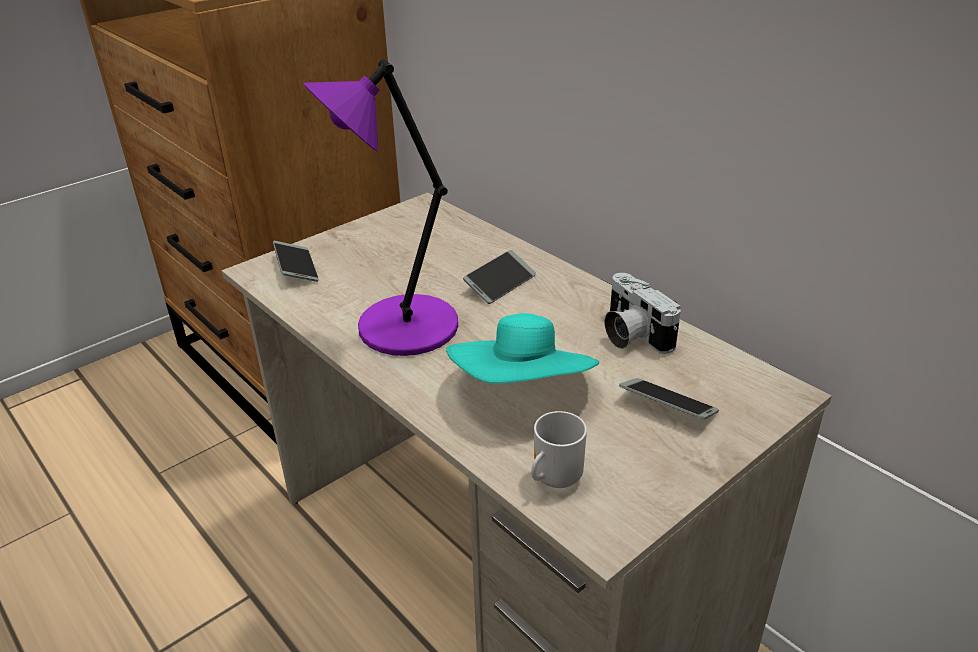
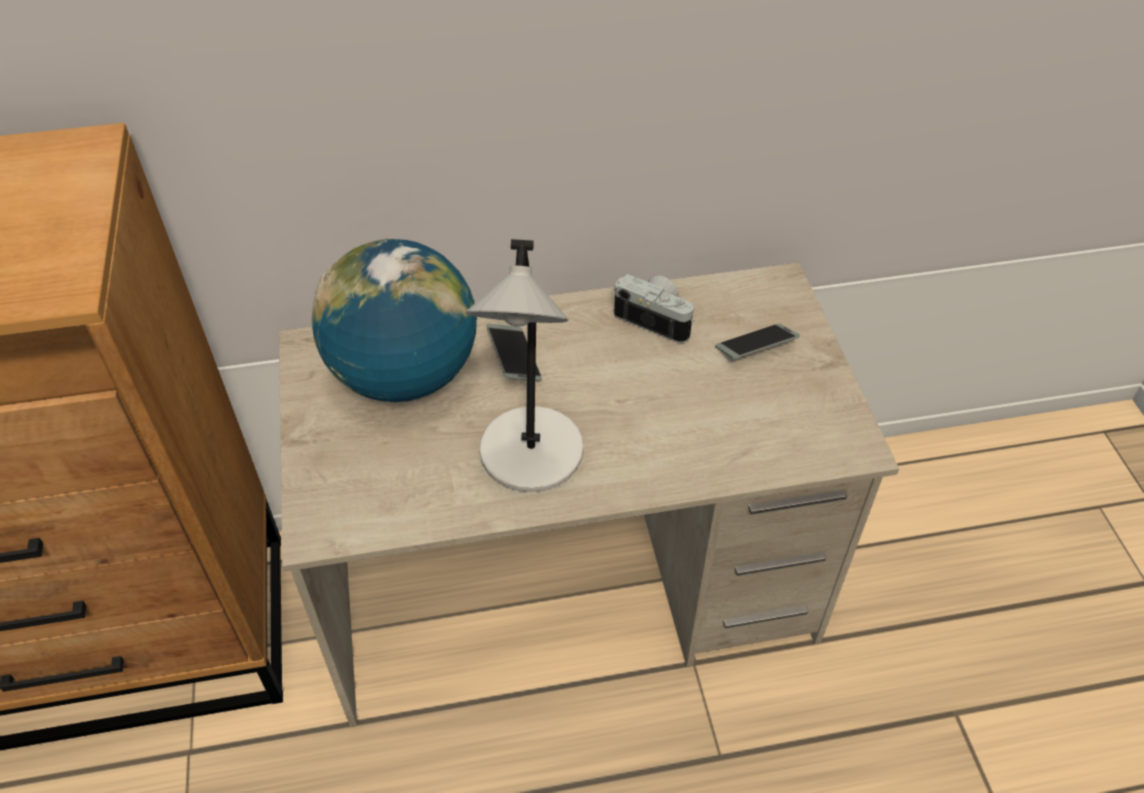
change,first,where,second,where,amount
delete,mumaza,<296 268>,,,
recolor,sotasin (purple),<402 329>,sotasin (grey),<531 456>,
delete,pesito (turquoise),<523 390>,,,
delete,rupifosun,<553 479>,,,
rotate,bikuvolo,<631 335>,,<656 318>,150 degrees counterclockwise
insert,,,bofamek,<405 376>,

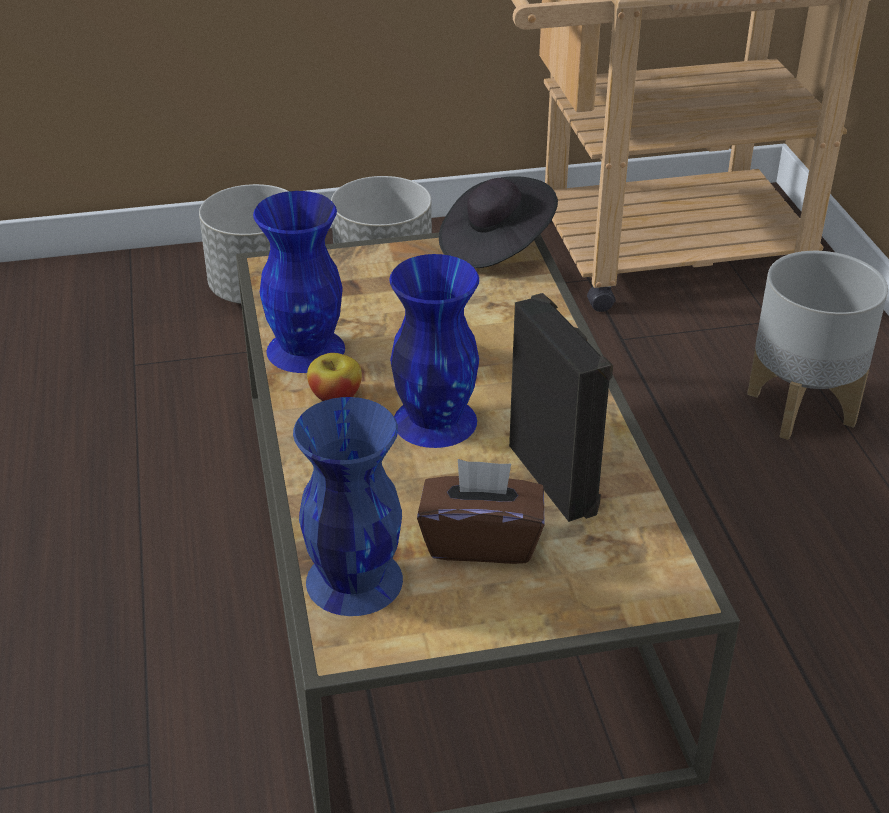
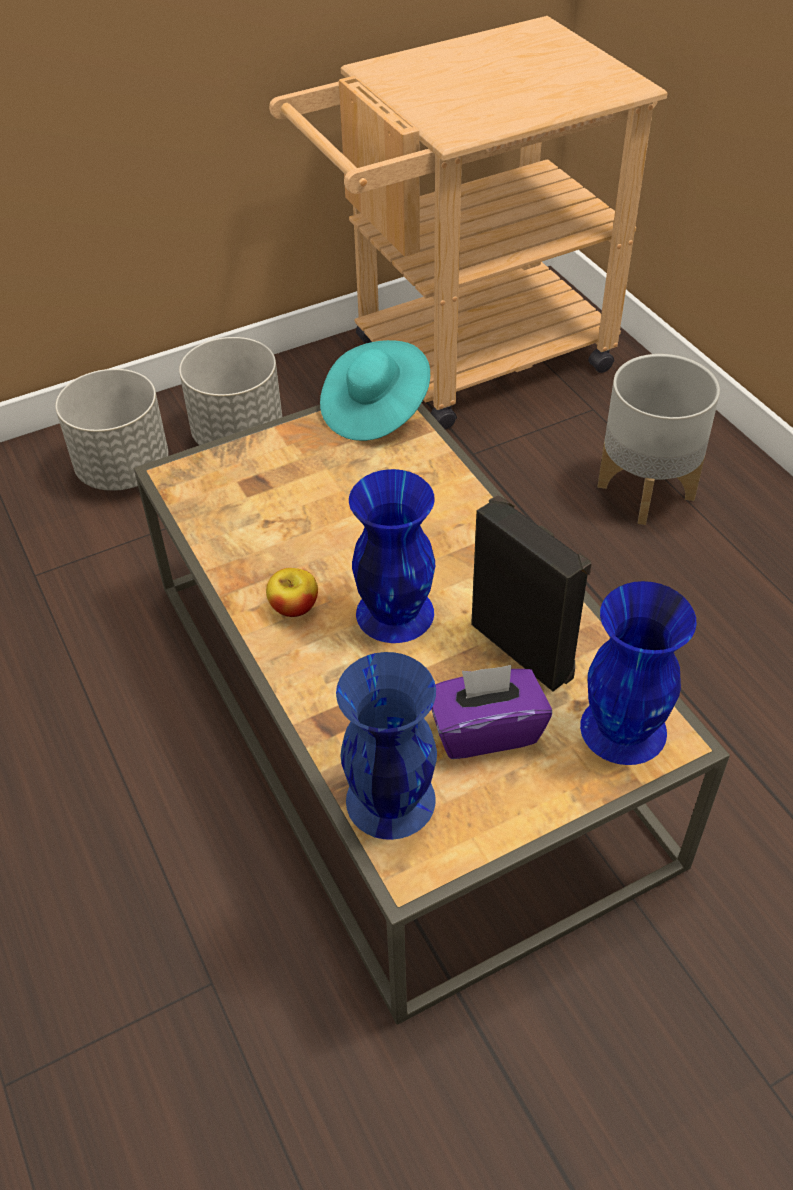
change,first,where,second,where,amount
move,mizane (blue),<306 350>,,<625 729>,
recolor,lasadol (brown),<481 541>,lasadol (purple),<485 730>,
recolor,pesito (black),<495 246>,pesito (turquoise),<375 411>,

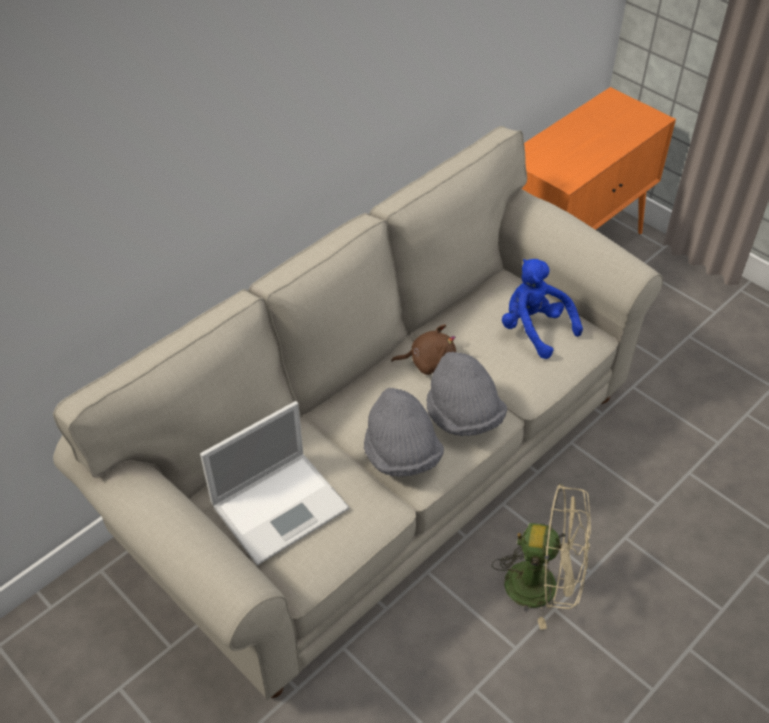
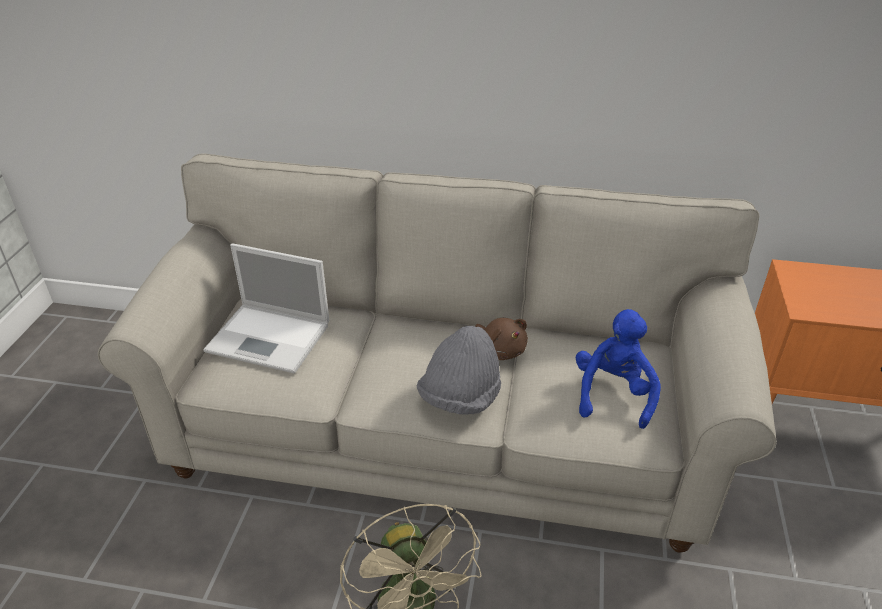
change,first,where,second,where,amount
delete,pesito (grey),<401 454>,,,

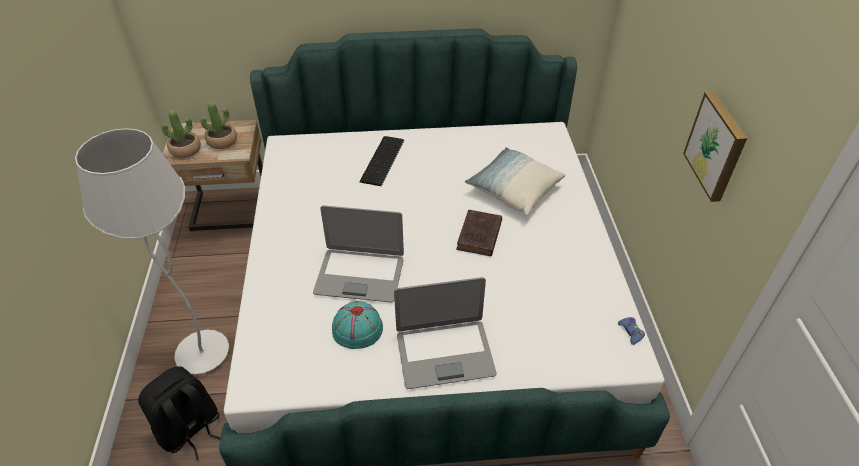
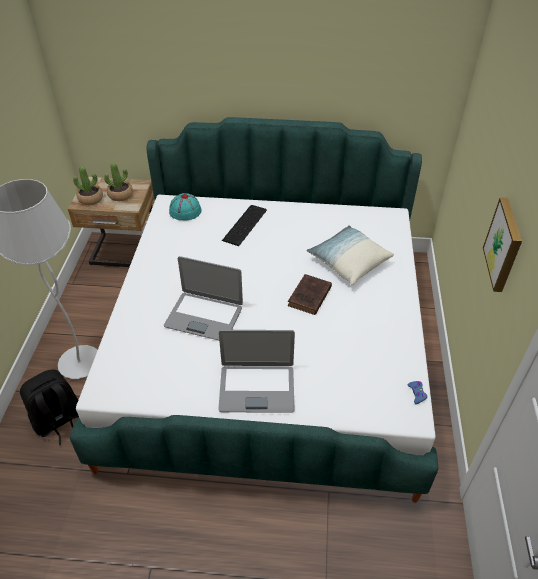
change,first,where,second,where,amount
move,pesito (turquoise),<357 329>,,<185 211>,

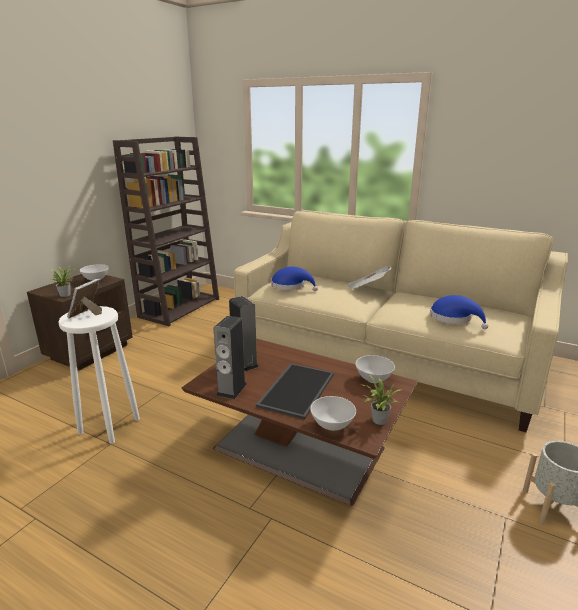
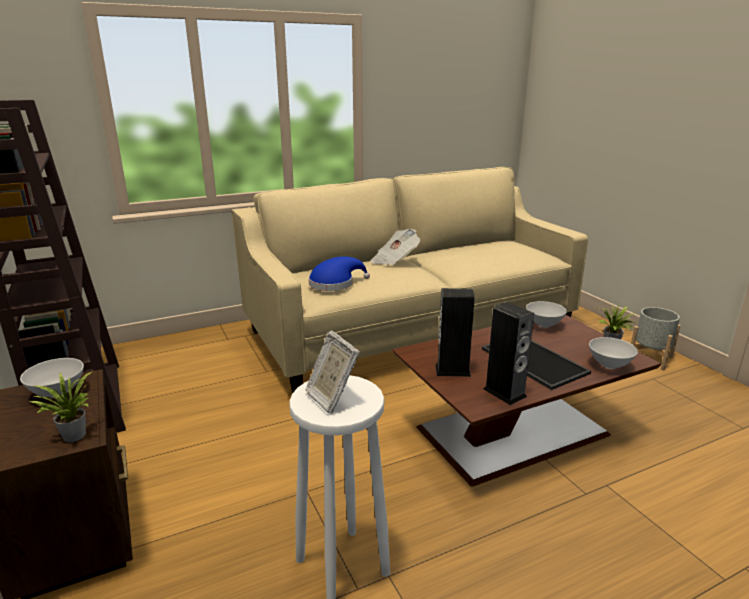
change,first,where,second,where,amount
delete,pesito (blue),<453 318>,,,

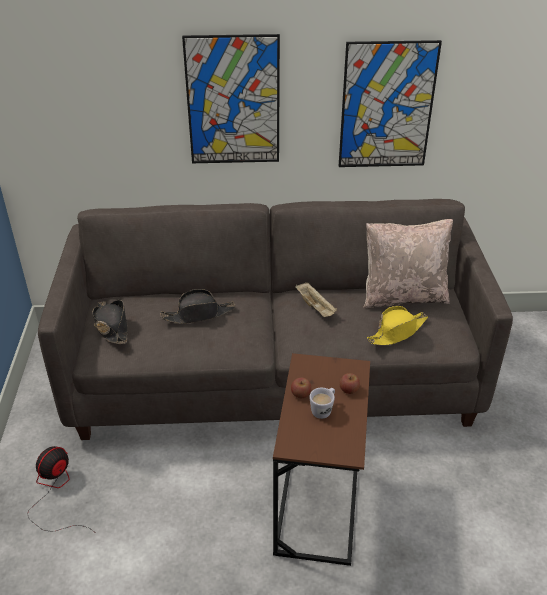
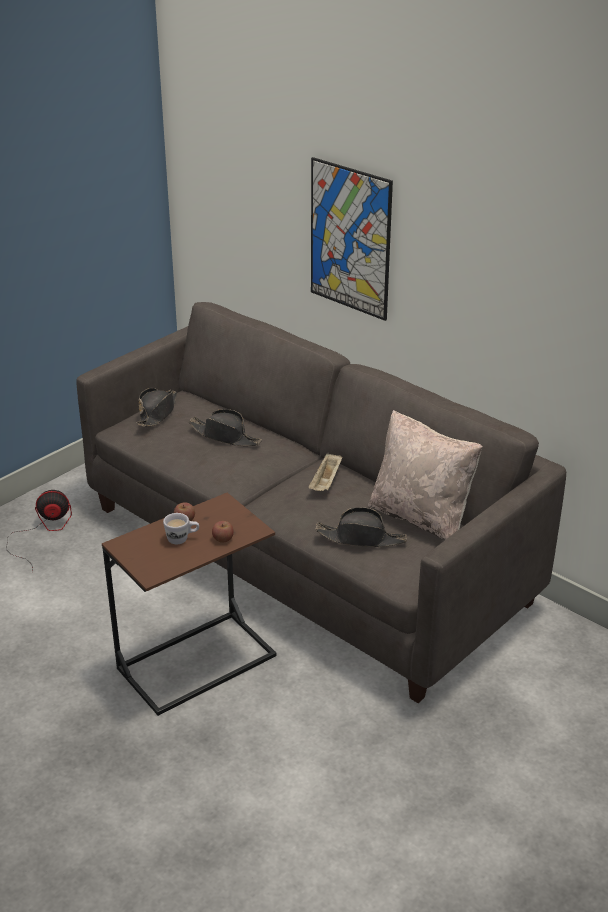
change,first,where,second,where,amount
delete,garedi,<387 106>,,,
recolor,pesito (yellow),<397 332>,pesito (black),<361 538>,

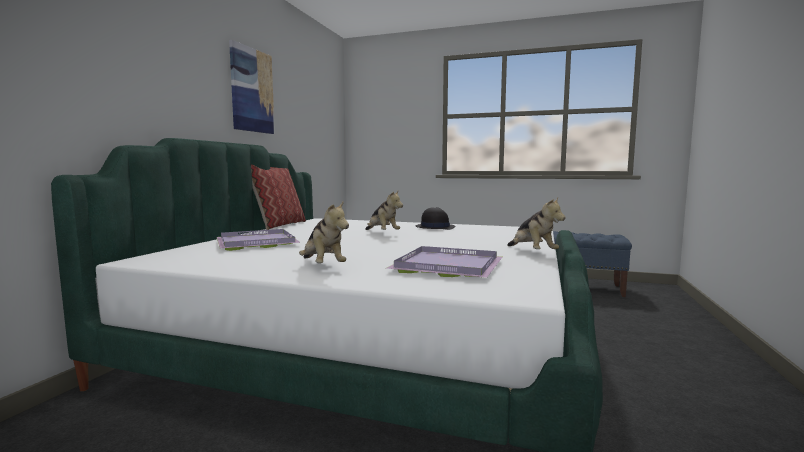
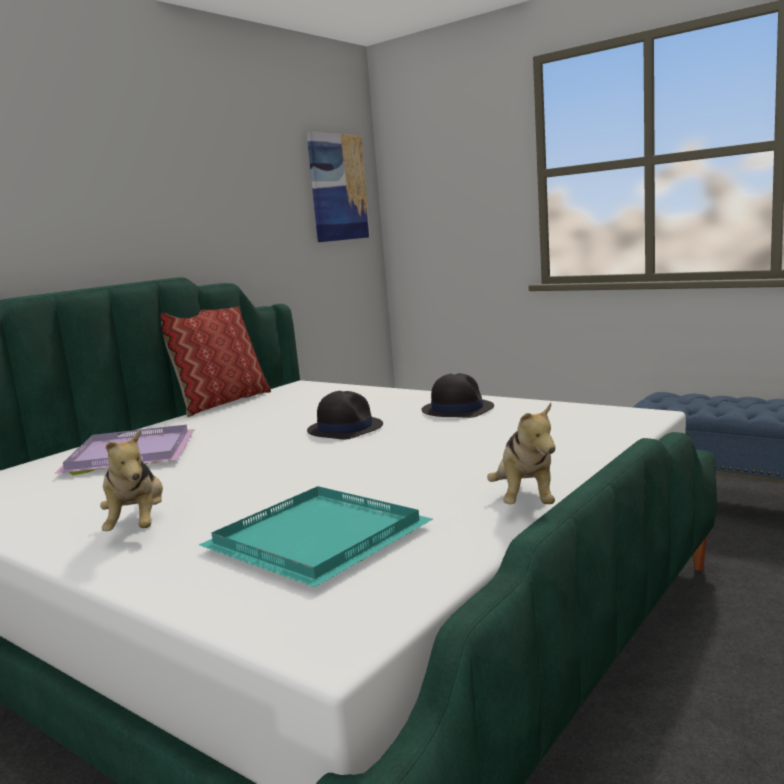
change,first,where,second,where,amount
move,garedi,<252 90>,,<338 187>,
replace,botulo,<382 233>,pesito (black),<345 428>,
recolor,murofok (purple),<450 266>,murofok (turquoise),<322 538>,

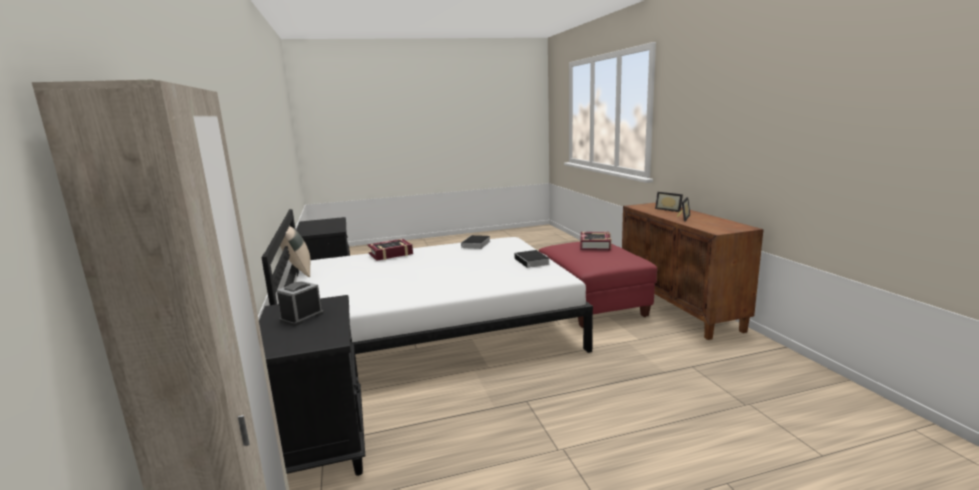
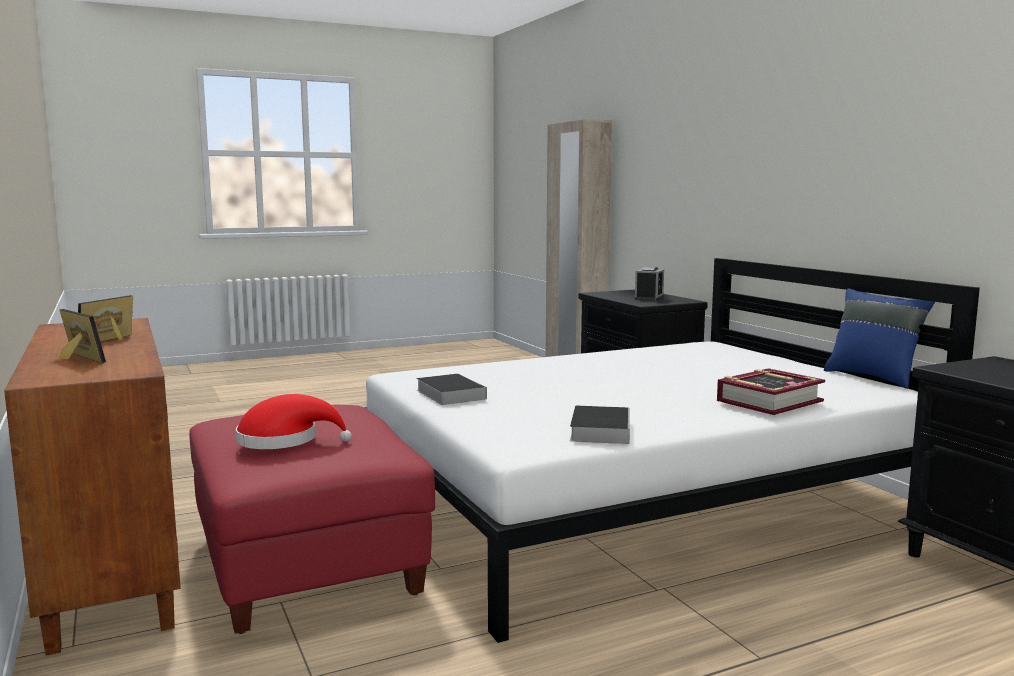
change,first,where,second,where,amount
recolor,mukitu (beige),<298 271>,mukitu (blue),<874 377>,
replace,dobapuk,<595 245>,pesito (red),<284 440>,

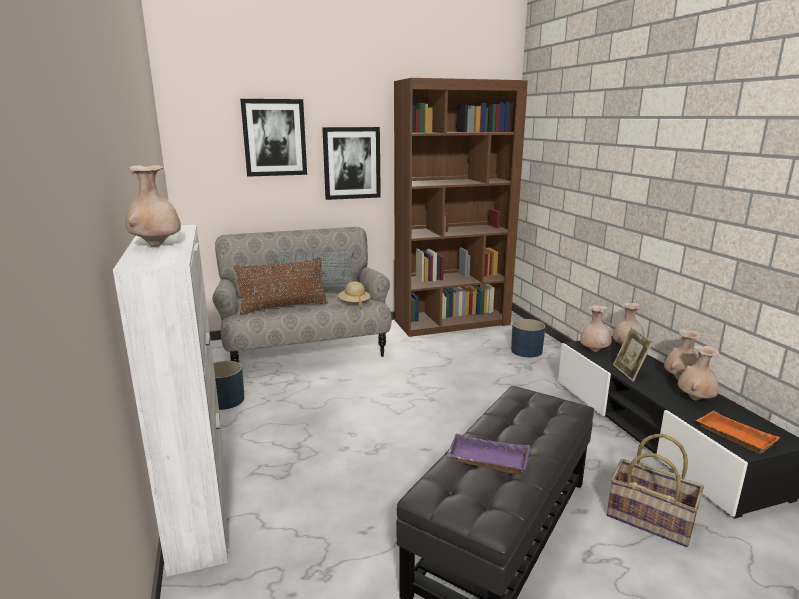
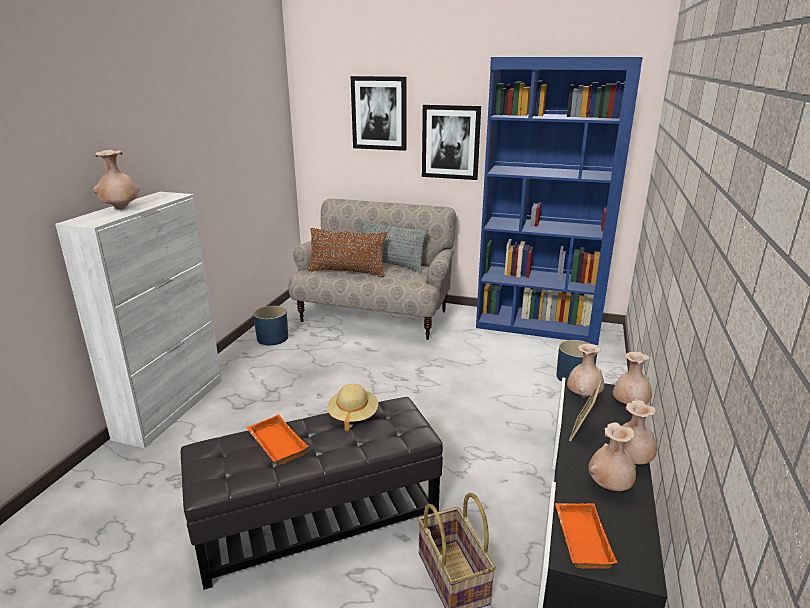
change,first,where,second,where,amount
move,pesito (beige),<354 303>,,<353 415>,
recolor,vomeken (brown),<452 322>,vomeken (blue),<537 325>,
recolor,murofok (purple),<486 460>,murofok (orange),<275 444>,

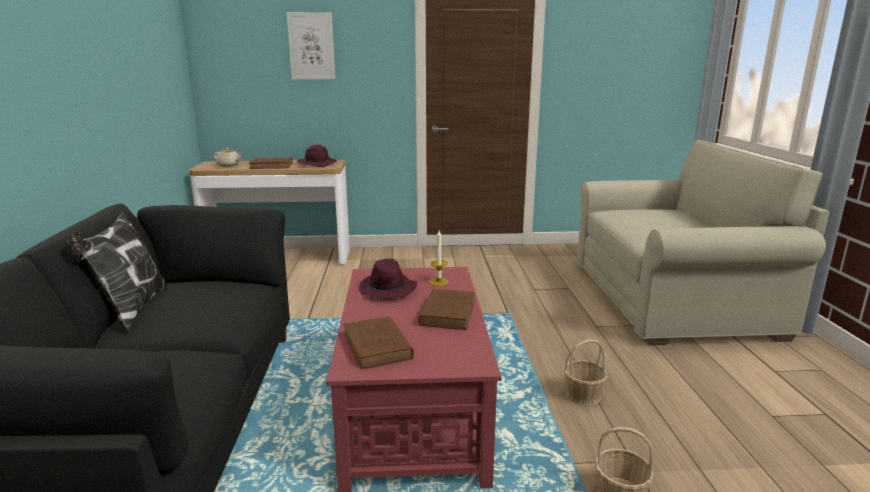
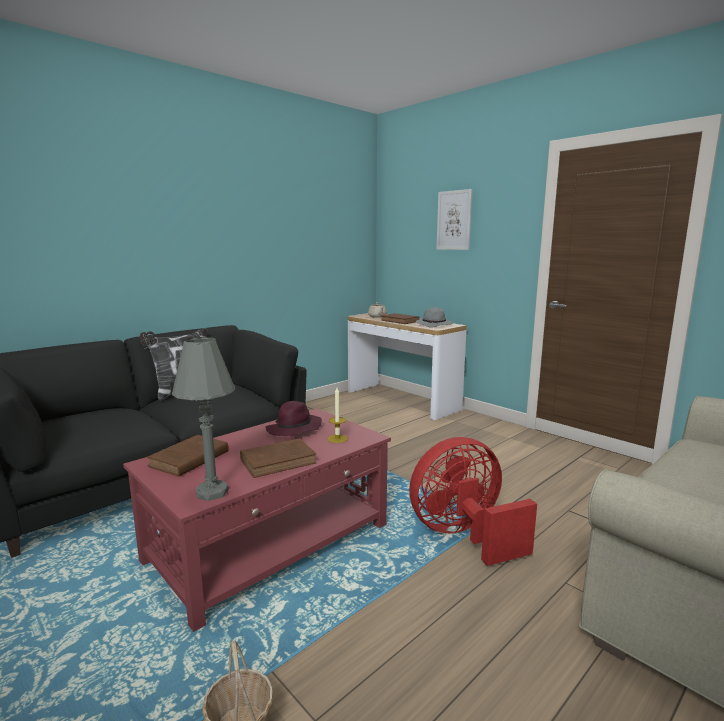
change,first,where,second,where,amount
recolor,pesito (purple),<318 164>,pesito (grey),<434 325>,
delete,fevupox,<583 395>,,,
insert,,,sotasin (grey),<212 492>,
insert,,,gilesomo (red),<464 536>,

